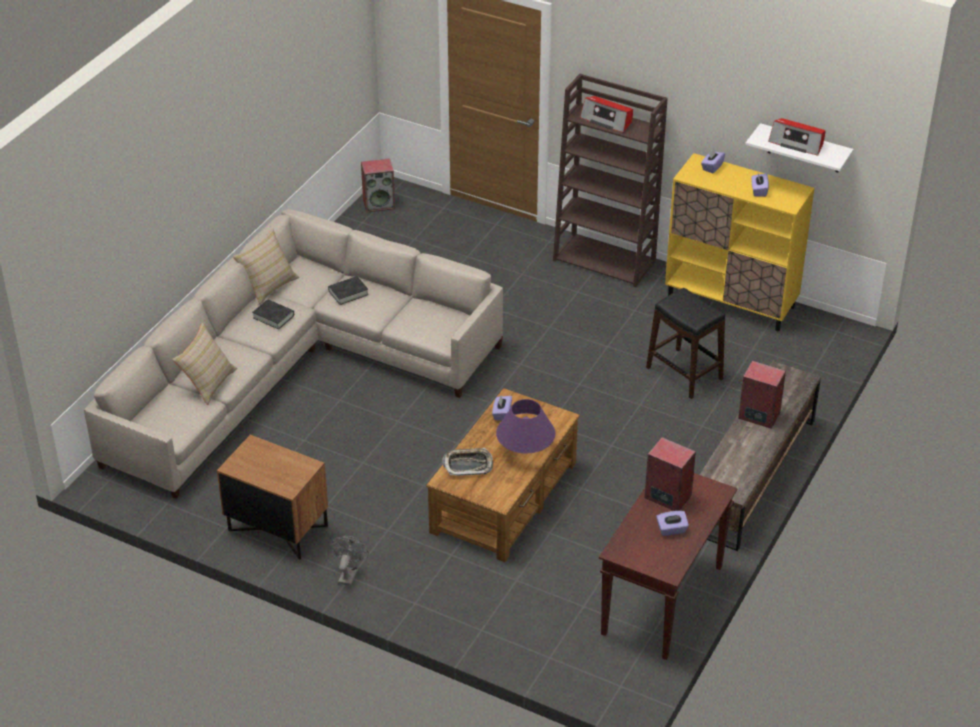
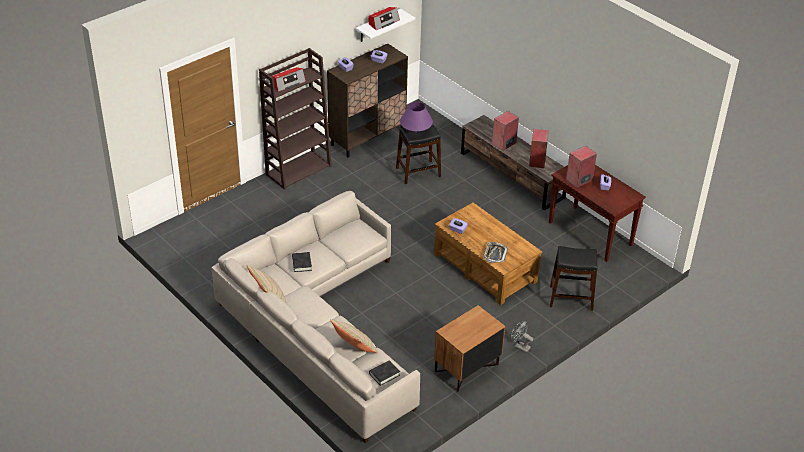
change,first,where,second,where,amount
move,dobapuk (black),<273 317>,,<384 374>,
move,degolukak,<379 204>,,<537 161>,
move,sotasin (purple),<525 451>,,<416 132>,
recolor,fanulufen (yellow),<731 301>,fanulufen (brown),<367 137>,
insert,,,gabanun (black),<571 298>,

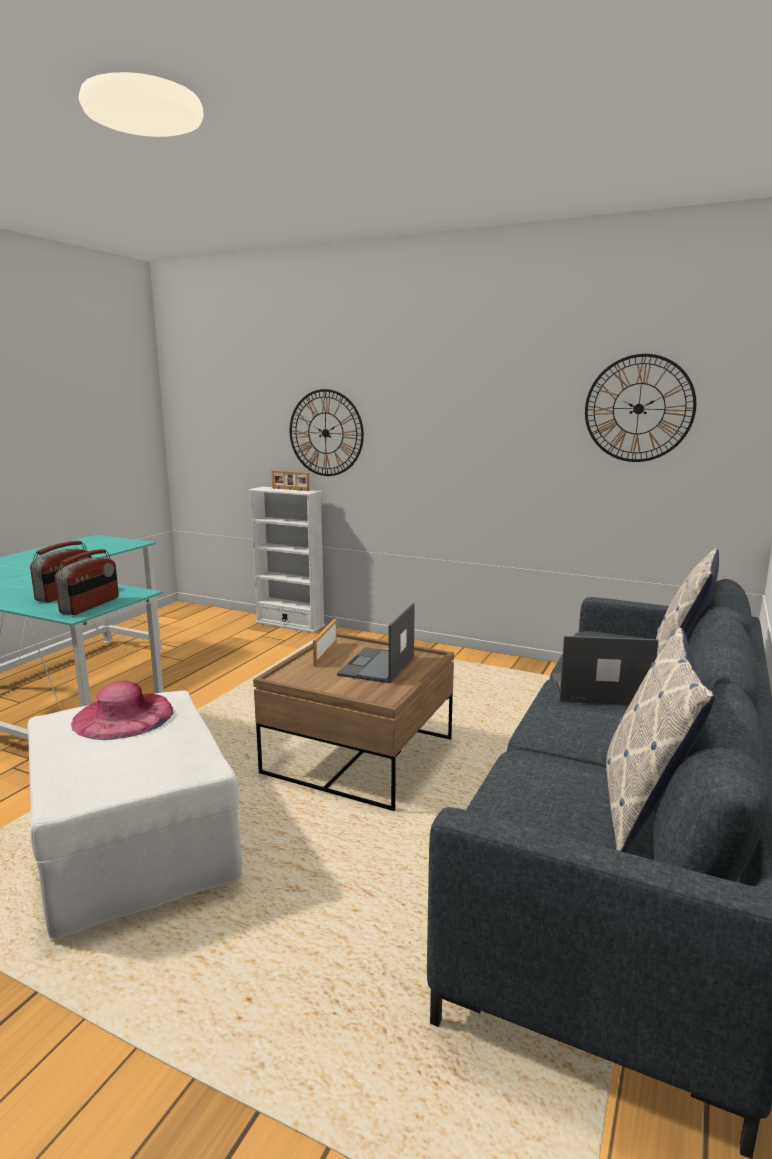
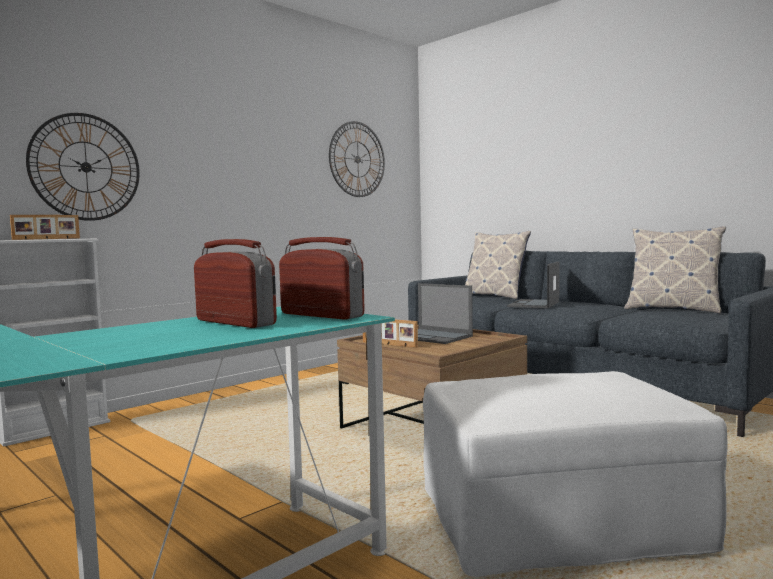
change,first,where,second,where,amount
delete,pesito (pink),<123 716>,,,

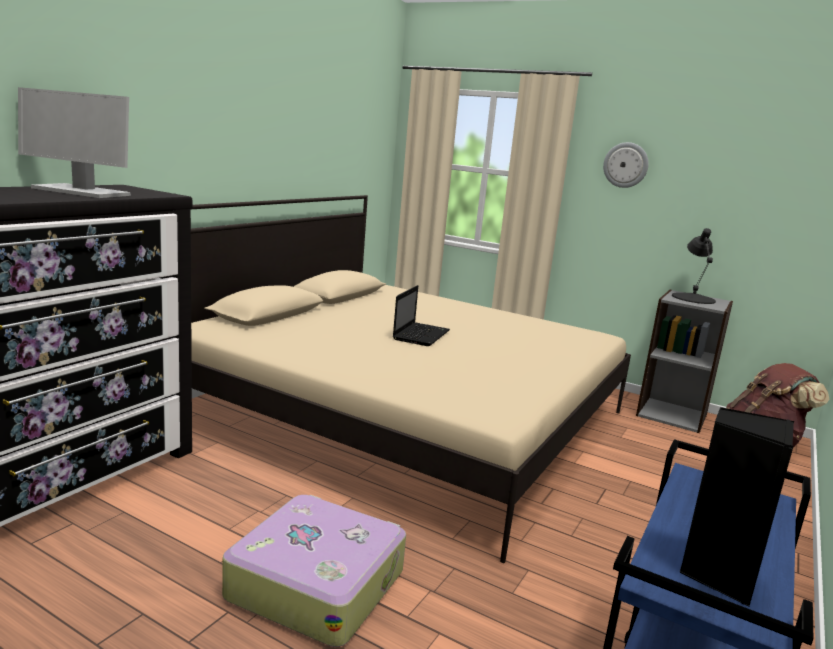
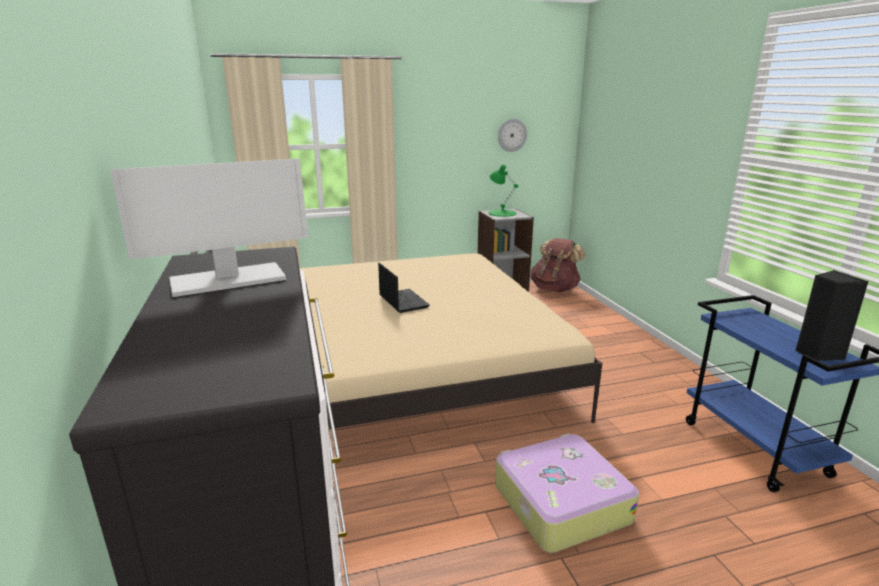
change,first,where,second,where,amount
move,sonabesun,<625 165>,,<512 135>,
recolor,sotasin (black),<693 298>,sotasin (green),<502 213>,

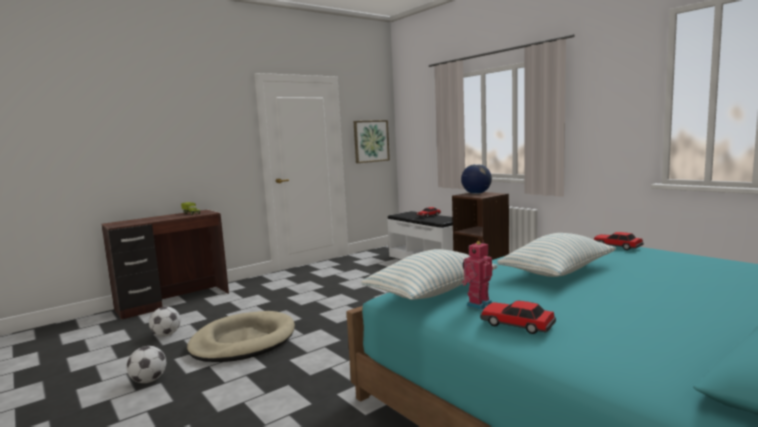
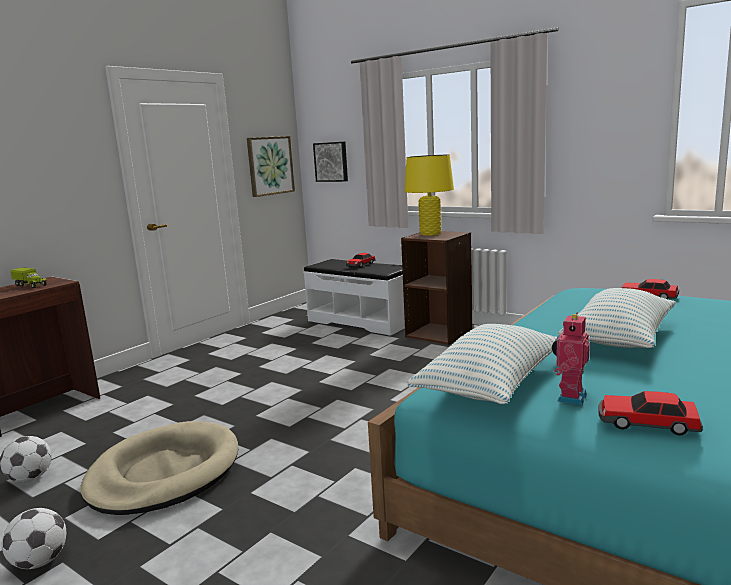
change,first,where,second,where,amount
replace,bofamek,<476 193>,sotasin (yellow),<430 234>,
insert,,,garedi,<331 162>,

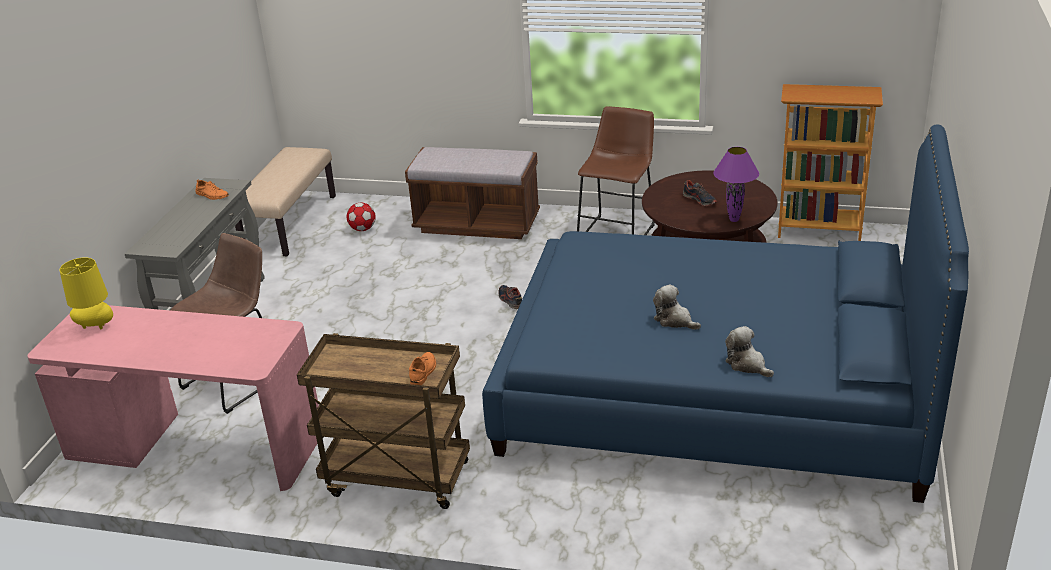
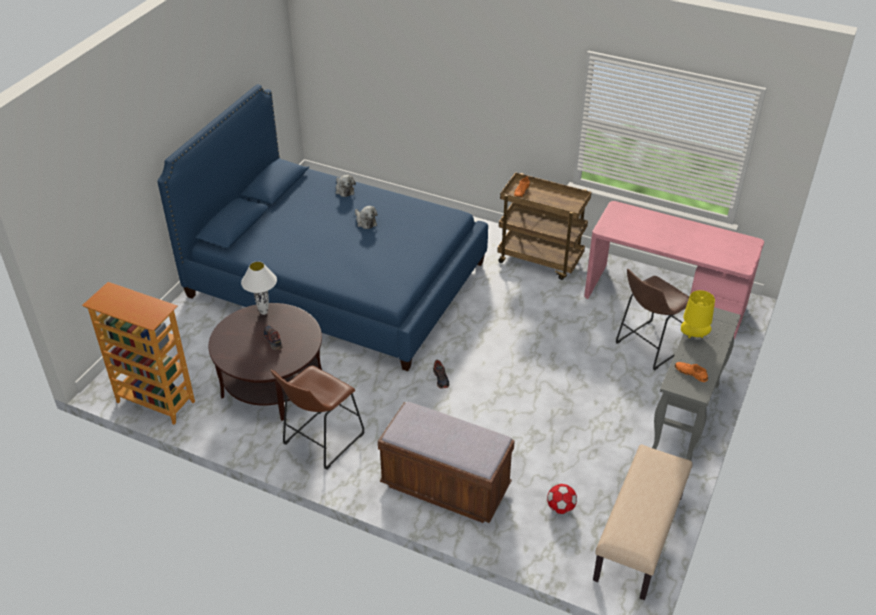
change,first,where,second,where,amount
move,sotasin (yellow),<96 327>,,<693 336>,
recolor,sotasin (purple),<733 220>,sotasin (white),<264 312>,

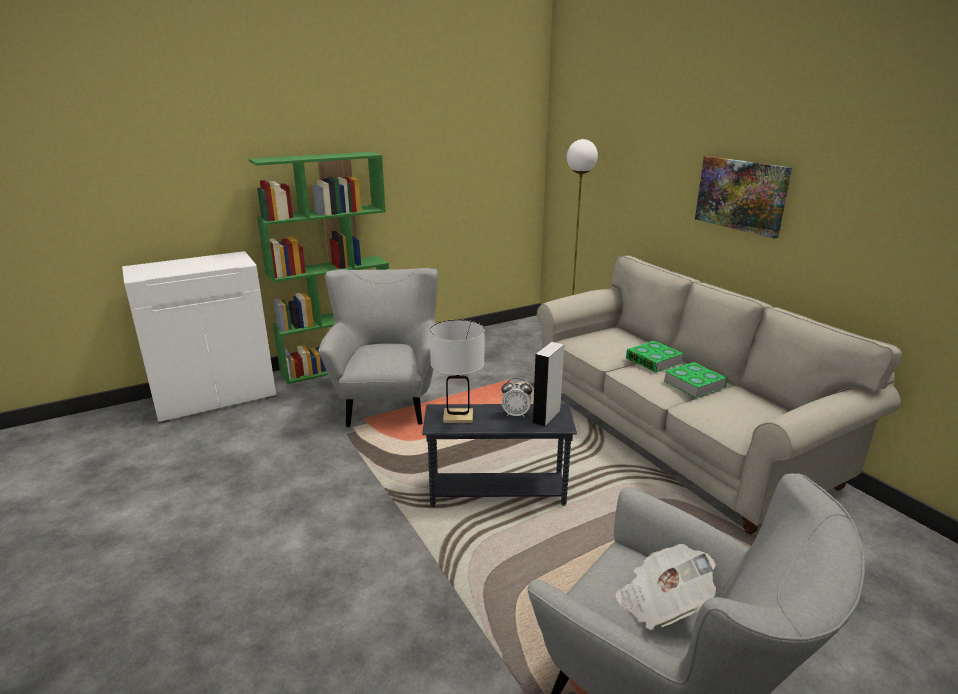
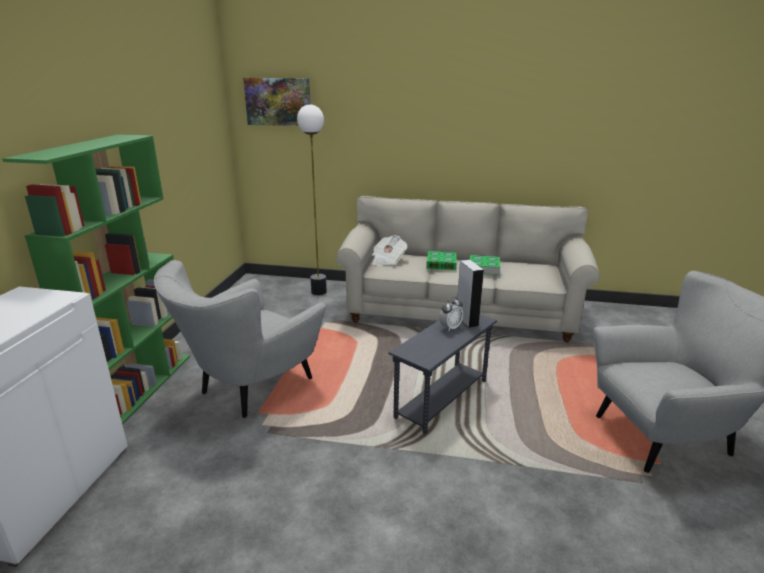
change,first,where,second,where,amount
rotate,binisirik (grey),<388 400>,,<250 389>,90 degrees counterclockwise
delete,sotasin (white),<458 417>,,,
move,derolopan,<661 603>,,<387 260>,
move,garedi,<741 195>,,<278 101>,

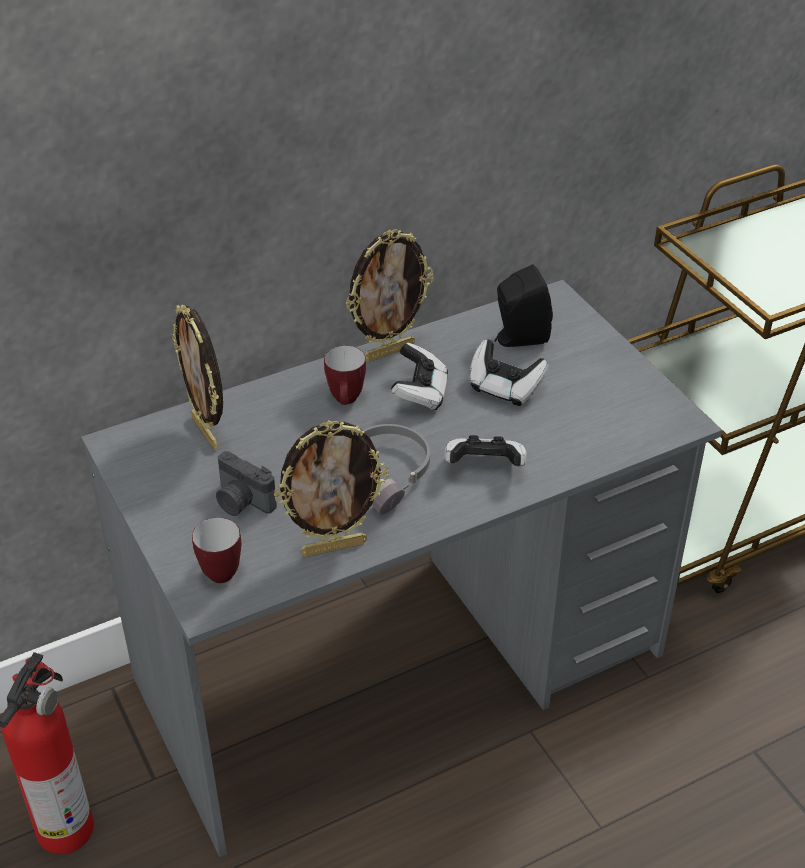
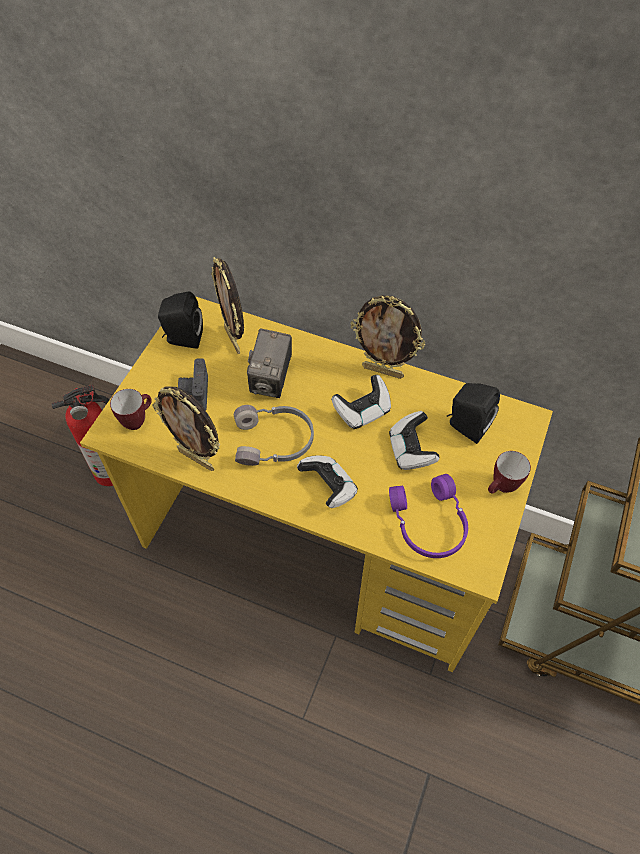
change,first,where,second,where,amount
recolor,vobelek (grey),<401 669>,vobelek (yellow),<320 541>,
rotate,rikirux,<207 433>,,<234 340>,45 degrees counterclockwise
move,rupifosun,<346 402>,,<501 488>,
insert,,,degolukak (black),<182 338>,
insert,,,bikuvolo,<271 380>,
insert,,,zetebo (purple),<428 523>,

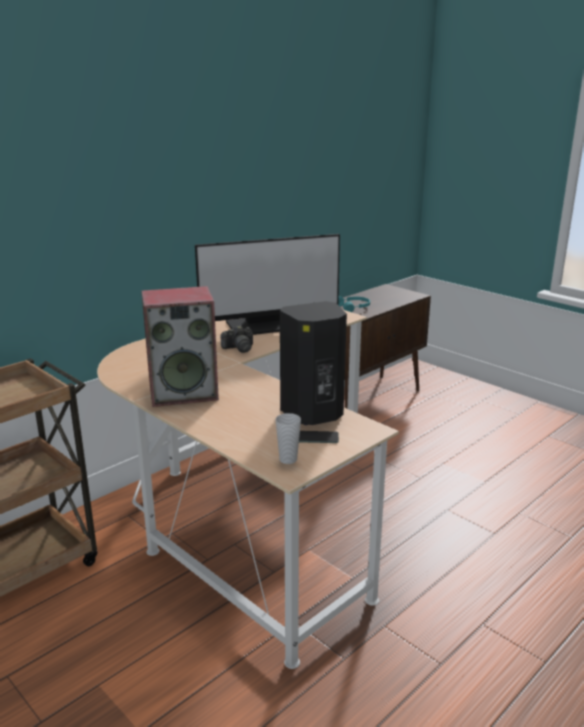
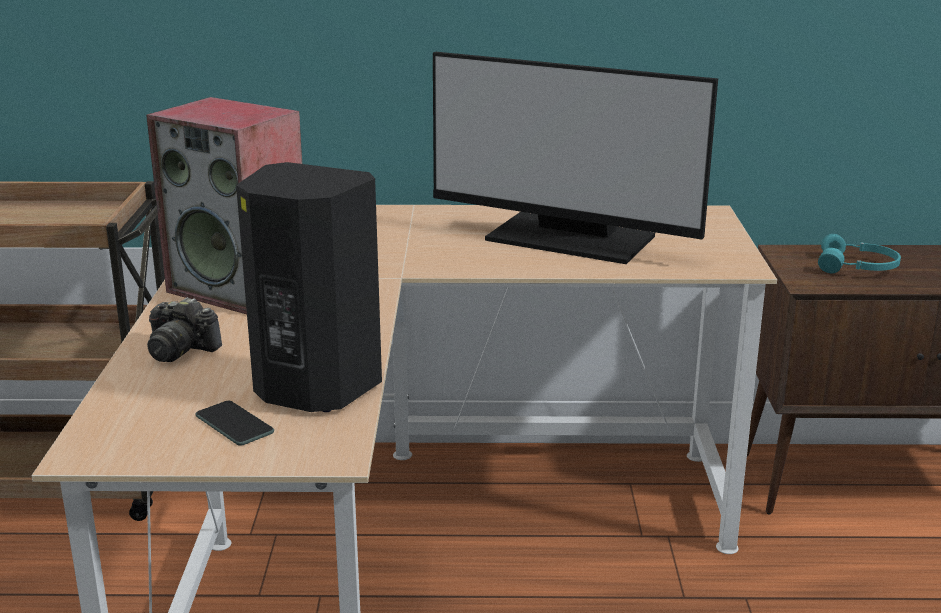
change,first,where,second,where,amount
move,bikuvolo,<239 348>,,<180 350>,
delete,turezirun,<288 459>,,,

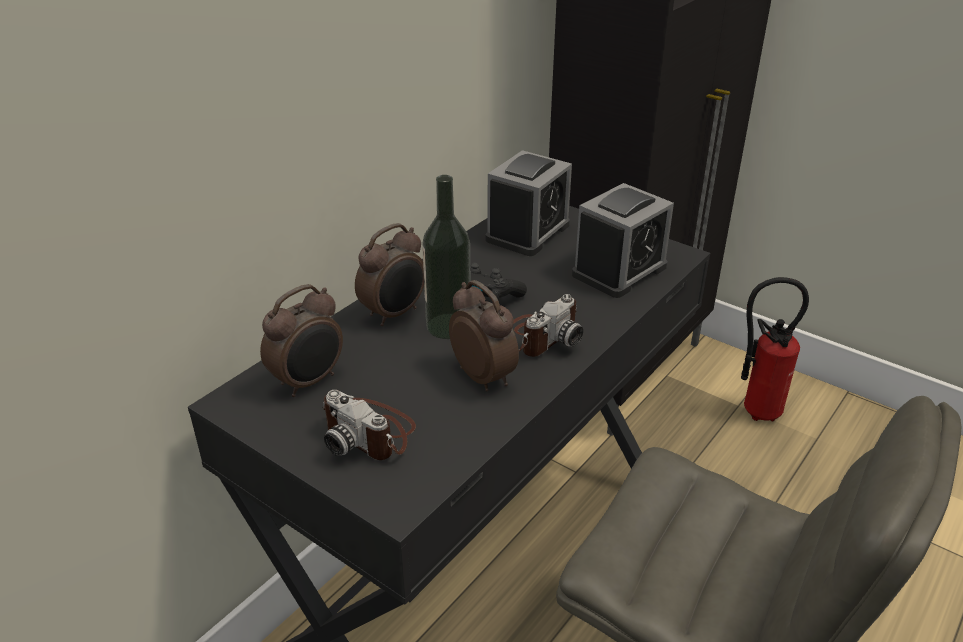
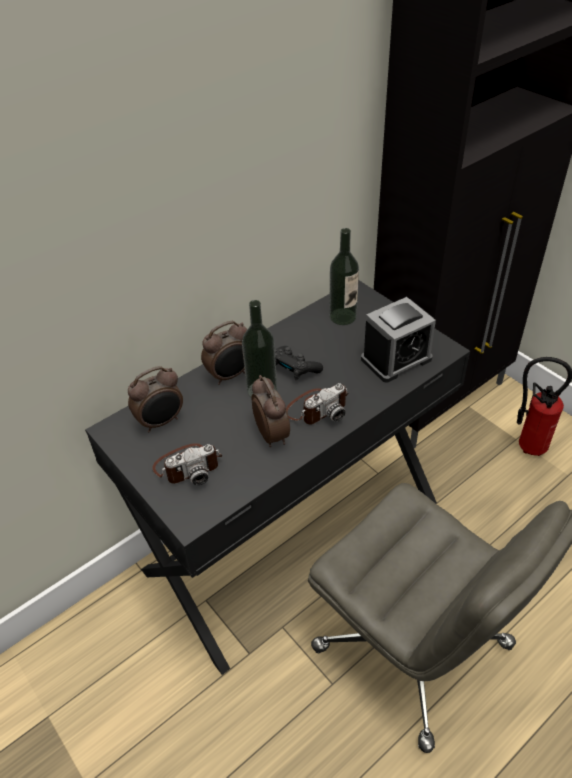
change,first,where,second,where,amount
rotate,bikuvolo,<370 432>,,<188 466>,75 degrees counterclockwise
replace,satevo,<528 232>,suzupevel,<343 316>,

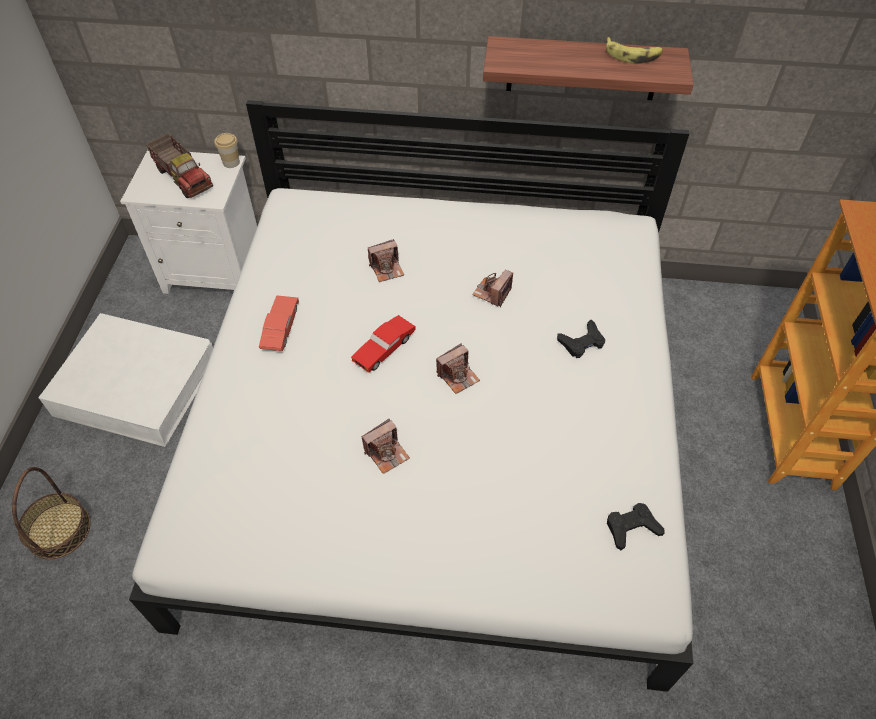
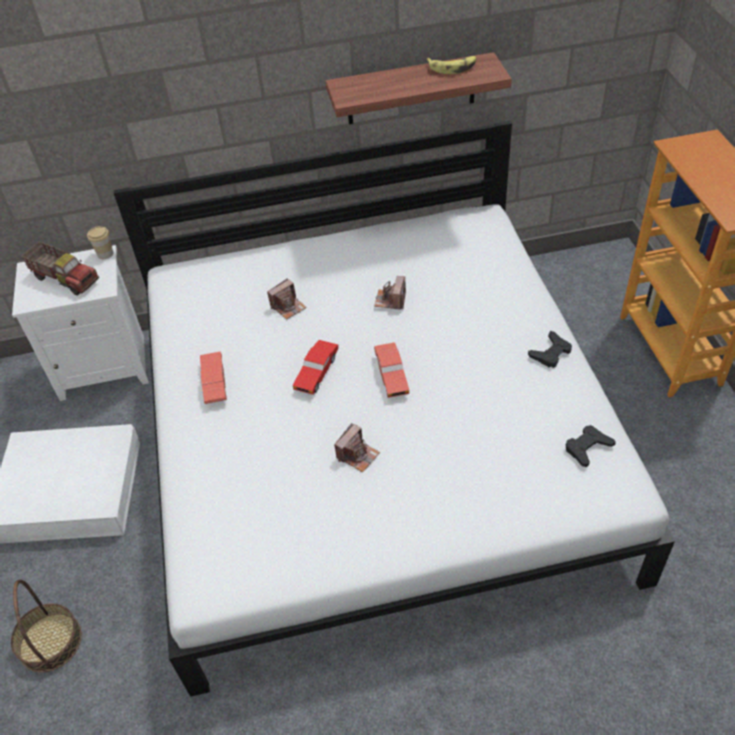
change,first,where,second,where,amount
replace,bikuvolo,<458 376>,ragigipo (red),<391 375>,
move,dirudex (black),<582 342>,,<551 353>,

